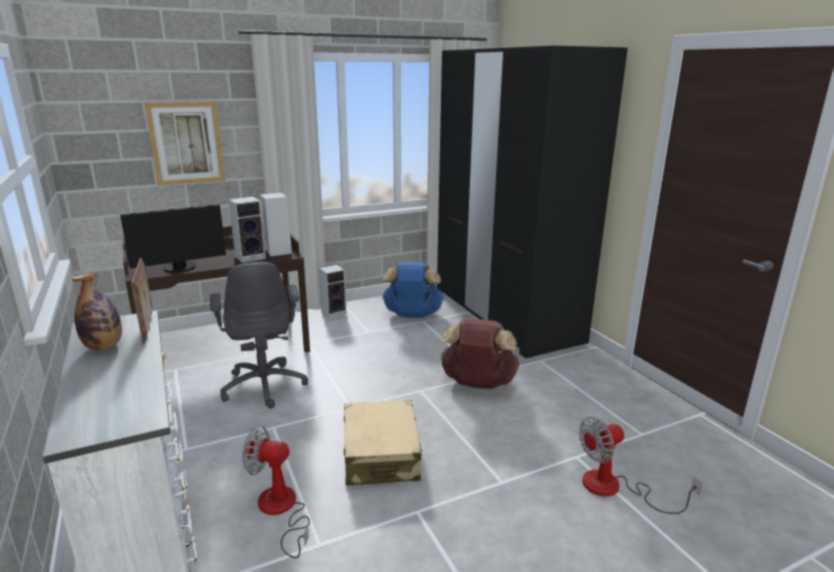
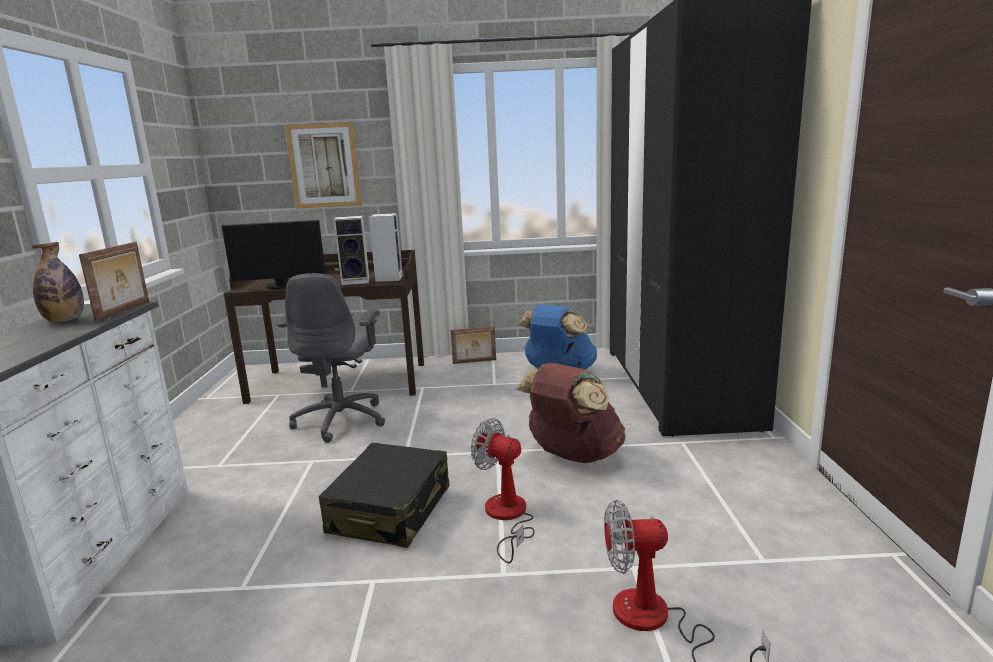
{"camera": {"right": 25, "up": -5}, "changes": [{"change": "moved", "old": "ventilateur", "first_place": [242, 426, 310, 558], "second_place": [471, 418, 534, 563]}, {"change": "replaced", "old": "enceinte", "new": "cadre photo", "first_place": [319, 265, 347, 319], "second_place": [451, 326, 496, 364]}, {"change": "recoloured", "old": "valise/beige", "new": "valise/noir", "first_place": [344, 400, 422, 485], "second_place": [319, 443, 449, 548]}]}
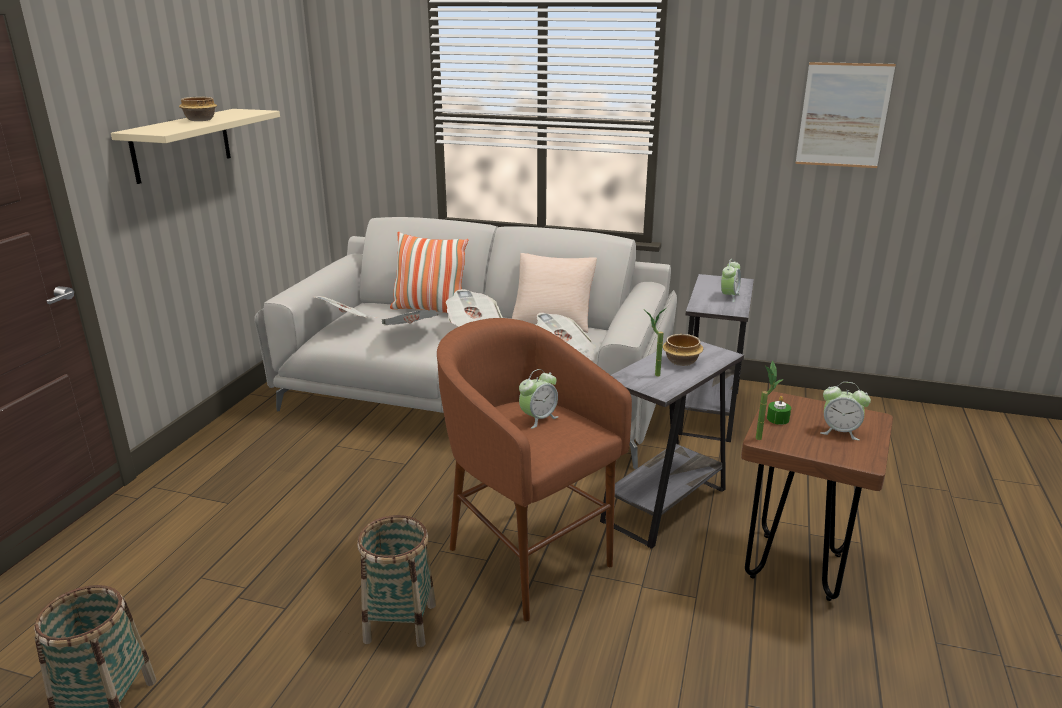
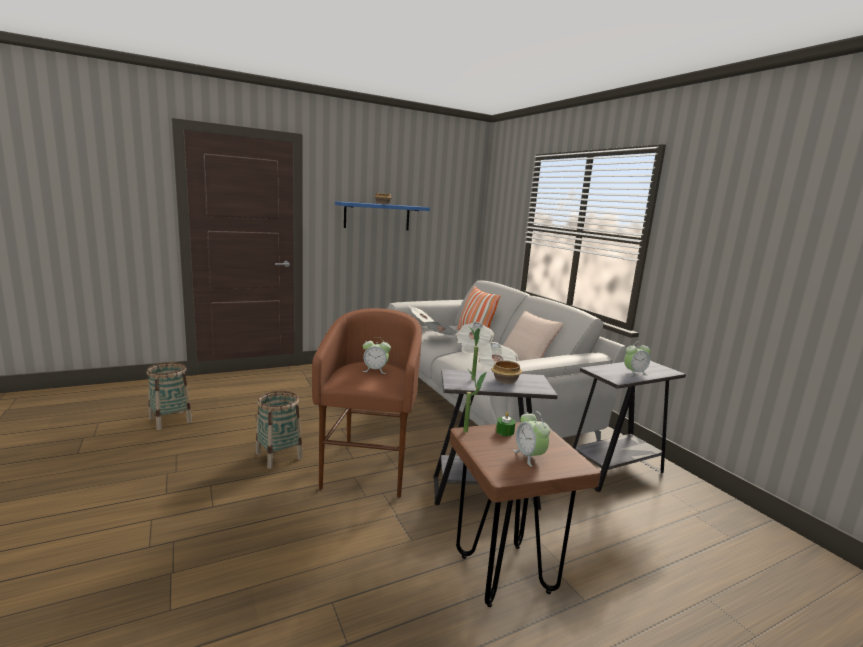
{"camera": {"right": 45, "up": -10}, "changes": [{"change": "removed", "old": "tableau", "first_place": [795, 62, 896, 168]}, {"change": "recoloured", "old": "étagère/beige", "new": "étagère/bleu", "first_place": [111, 109, 280, 184], "second_place": [335, 201, 430, 230]}]}
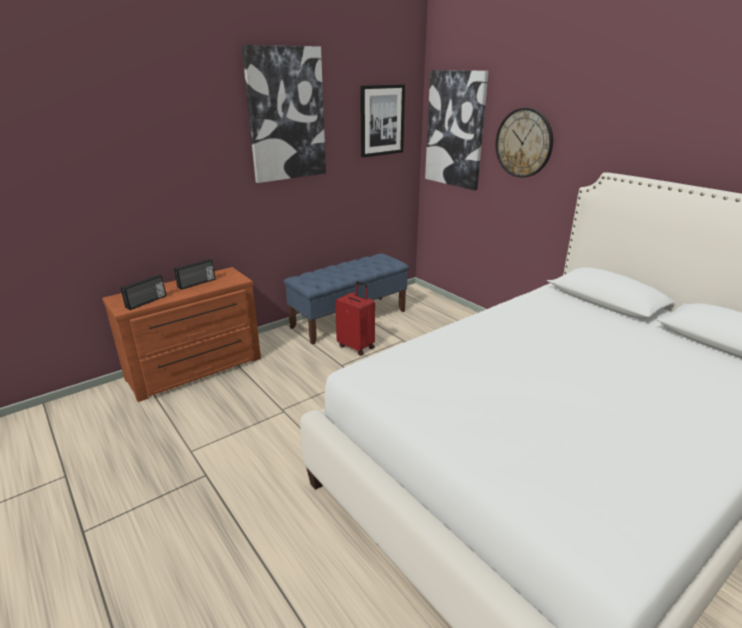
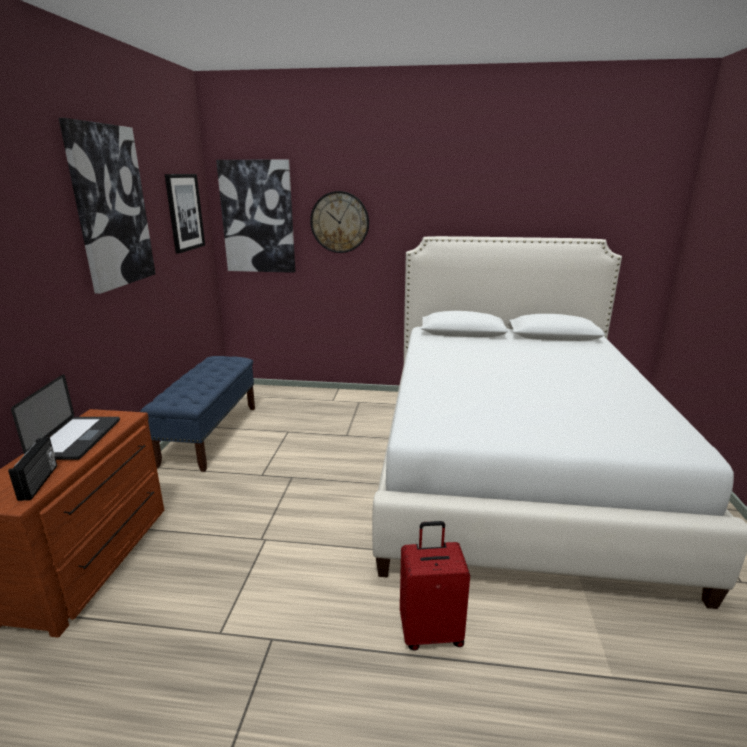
{"camera": {"right": -45, "up": -5}, "changes": [{"change": "moved", "old": "valise/rouge", "first_place": [335, 281, 375, 356], "second_place": [400, 521, 470, 651]}, {"change": "replaced", "old": "radio", "new": "ordinateur portable", "first_place": [174, 259, 215, 290], "second_place": [11, 374, 120, 460]}]}
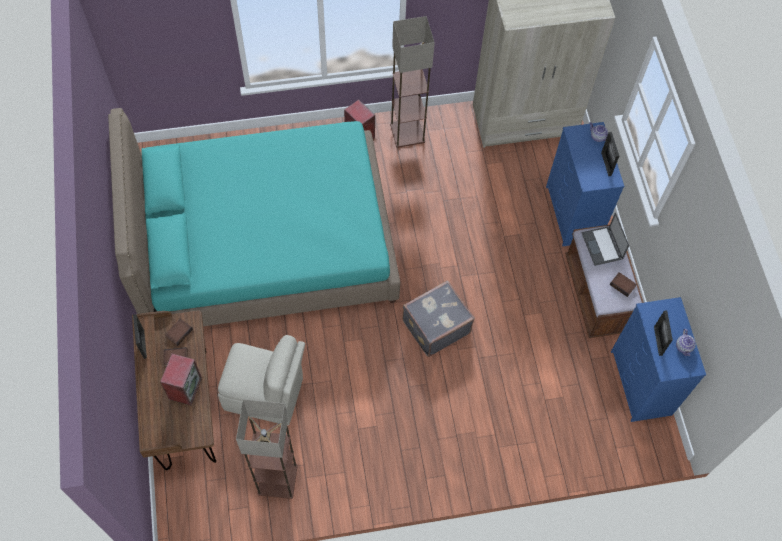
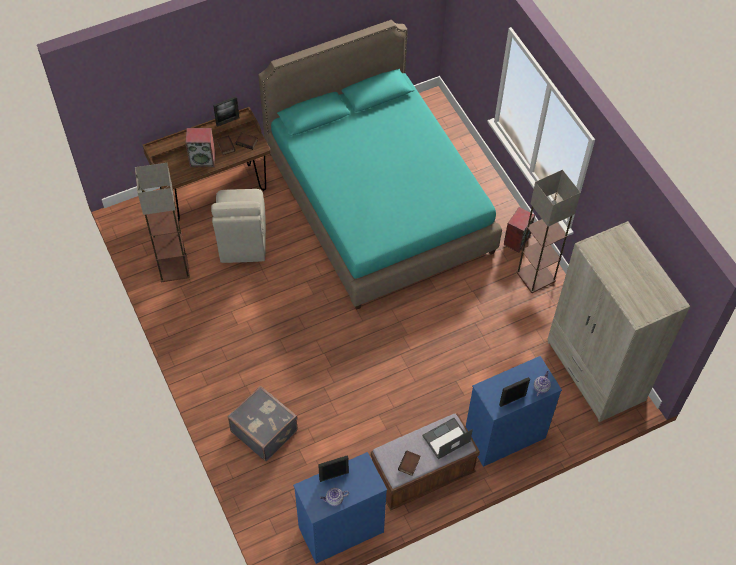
{"camera": {"right": 75, "up": -5}, "changes": [{"change": "moved", "old": "valise/gris", "first_place": [403, 280, 475, 357], "second_place": [228, 385, 298, 461]}]}
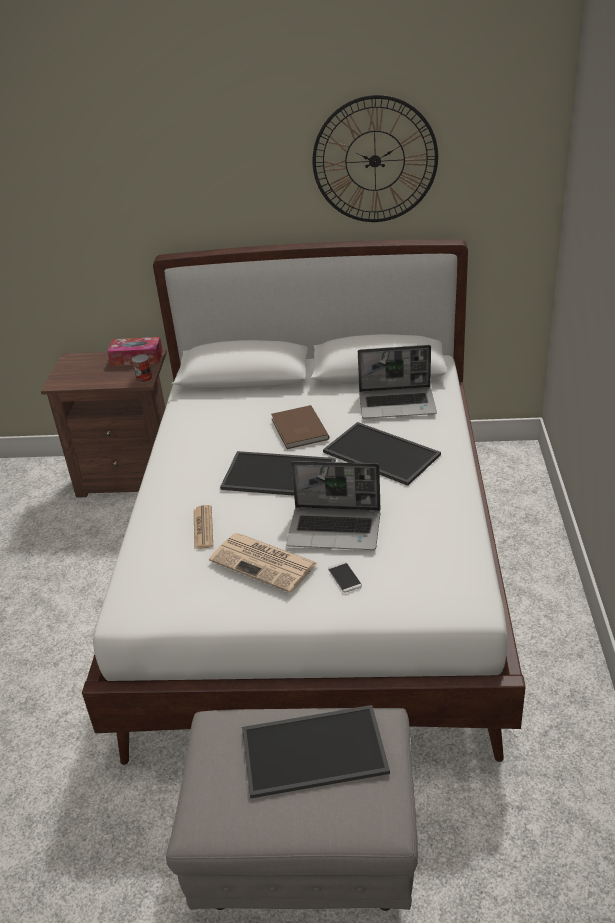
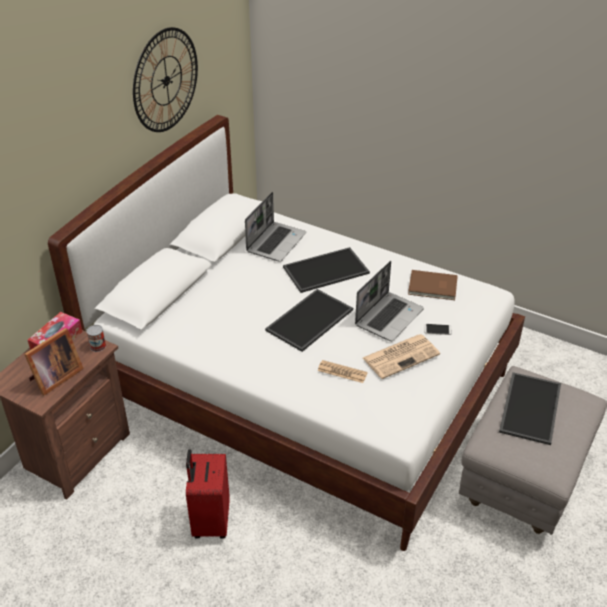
{"camera": {"right": -65, "up": 5}, "changes": [{"change": "added", "new": "cadre photo", "second_place": [24, 328, 84, 395]}, {"change": "added", "new": "valise/rouge", "second_place": [186, 449, 230, 539]}, {"change": "moved", "old": "livre/marron", "first_place": [271, 405, 329, 449], "second_place": [408, 270, 458, 300]}]}
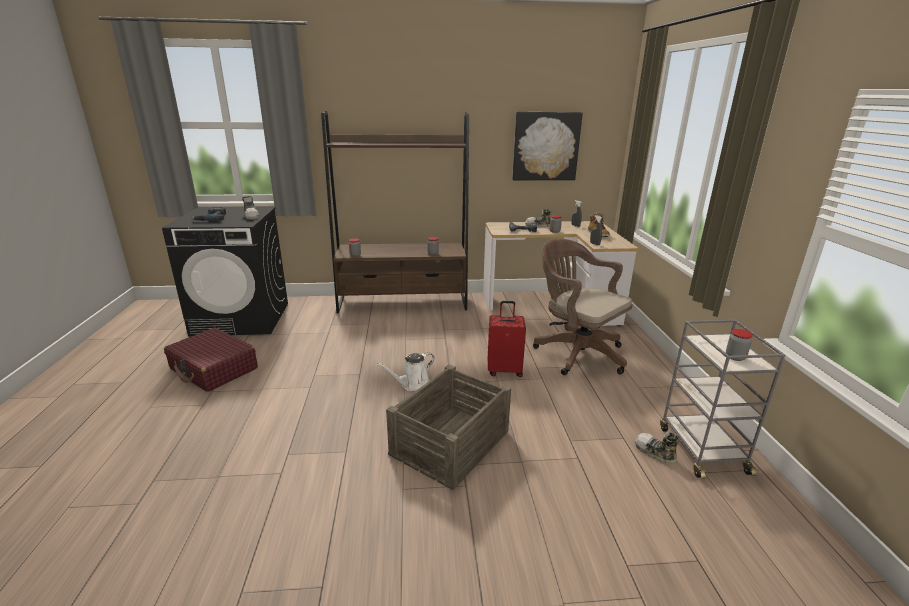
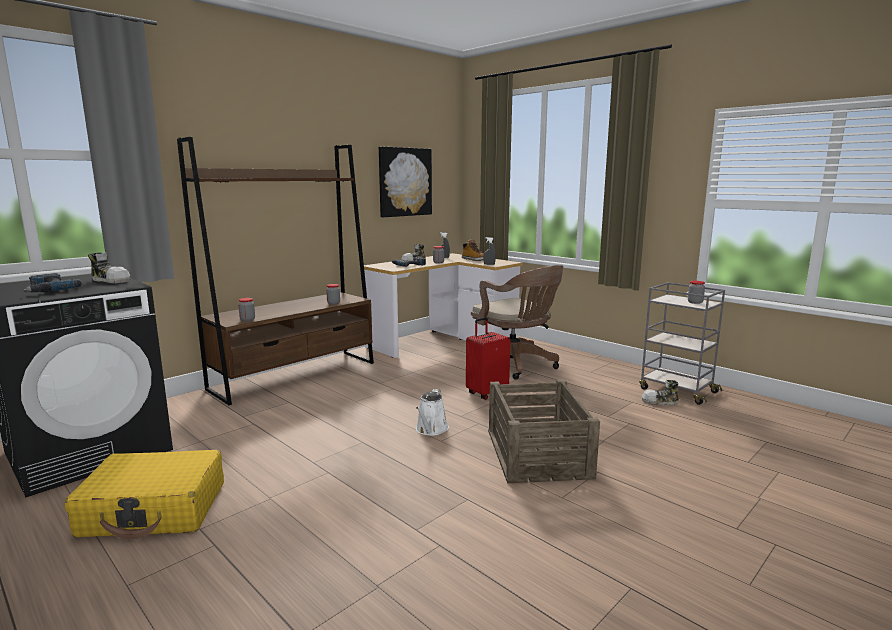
{"camera": {"right": -40, "up": -10}, "changes": [{"change": "recoloured", "old": "valise/rouge", "new": "valise/jaune", "first_place": [164, 328, 258, 392], "second_place": [65, 450, 224, 539]}, {"change": "turned", "old": "chaise de bureau/marron", "first_place": [533, 239, 633, 375], "second_place": [471, 265, 563, 380], "degrees": -135}]}
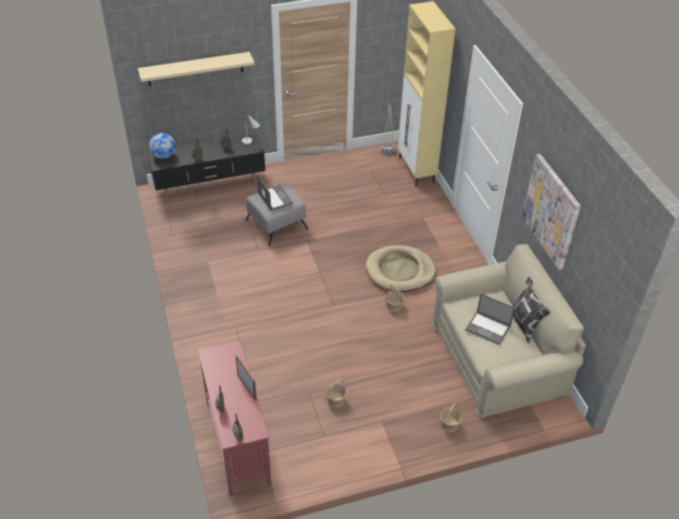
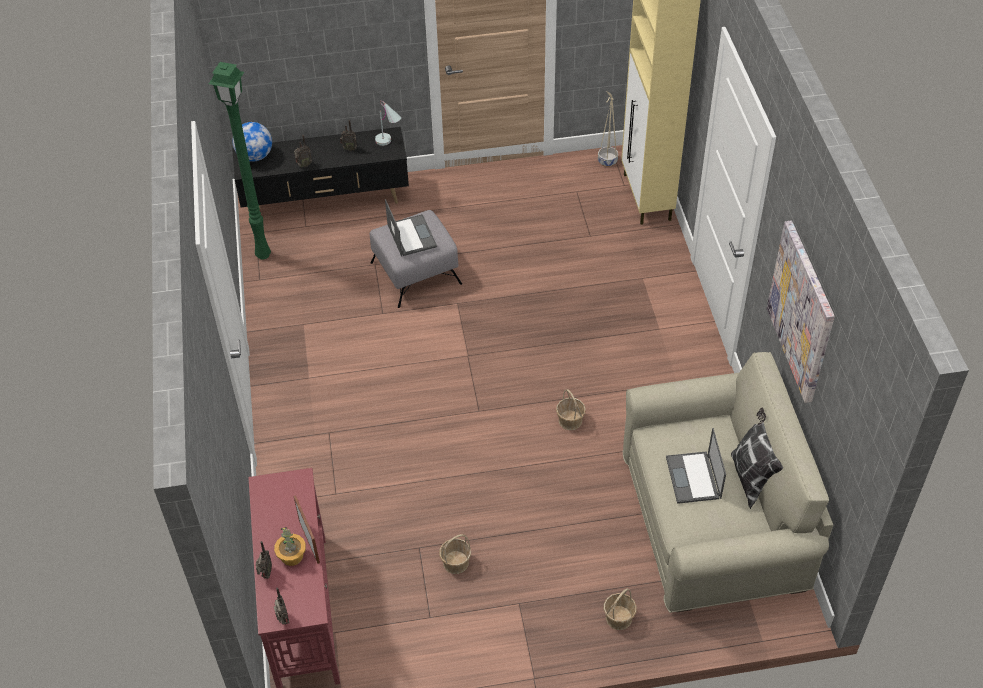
{"camera": {"right": 10, "up": 5}, "changes": [{"change": "removed", "old": "étagère/beige", "first_place": [138, 52, 255, 86]}, {"change": "removed", "old": "panier pour chien/beige", "first_place": [366, 245, 435, 292]}, {"change": "added", "new": "lampadaire/vert", "second_place": [209, 62, 271, 259]}, {"change": "added", "new": "plante en pot", "second_place": [274, 527, 306, 566]}, {"change": "turned", "old": "ordinateur portable", "first_place": [465, 294, 515, 345], "second_place": [666, 428, 726, 504], "degrees": 45}]}
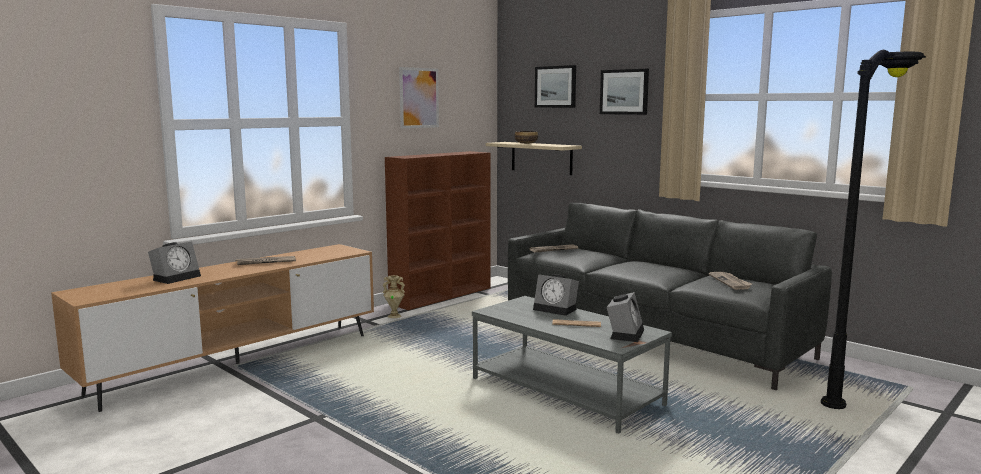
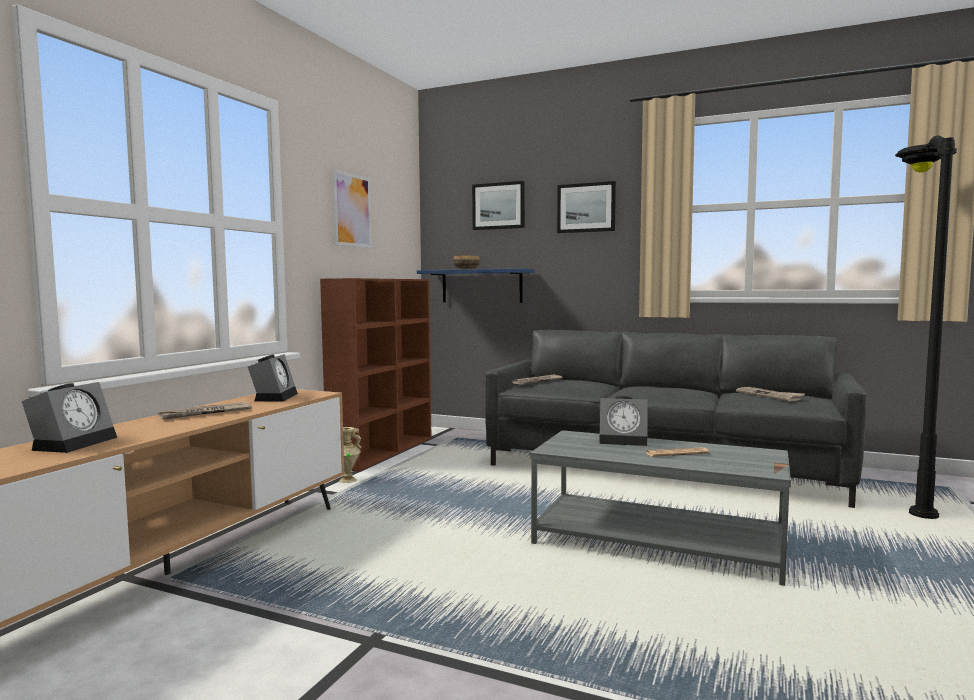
{"camera": {"right": -20, "up": -5}, "changes": [{"change": "moved", "old": "réveil", "first_place": [607, 292, 644, 342], "second_place": [248, 354, 298, 402]}, {"change": "recoloured", "old": "étagère/beige", "new": "étagère/bleu", "first_place": [486, 142, 582, 175], "second_place": [417, 268, 534, 303]}]}
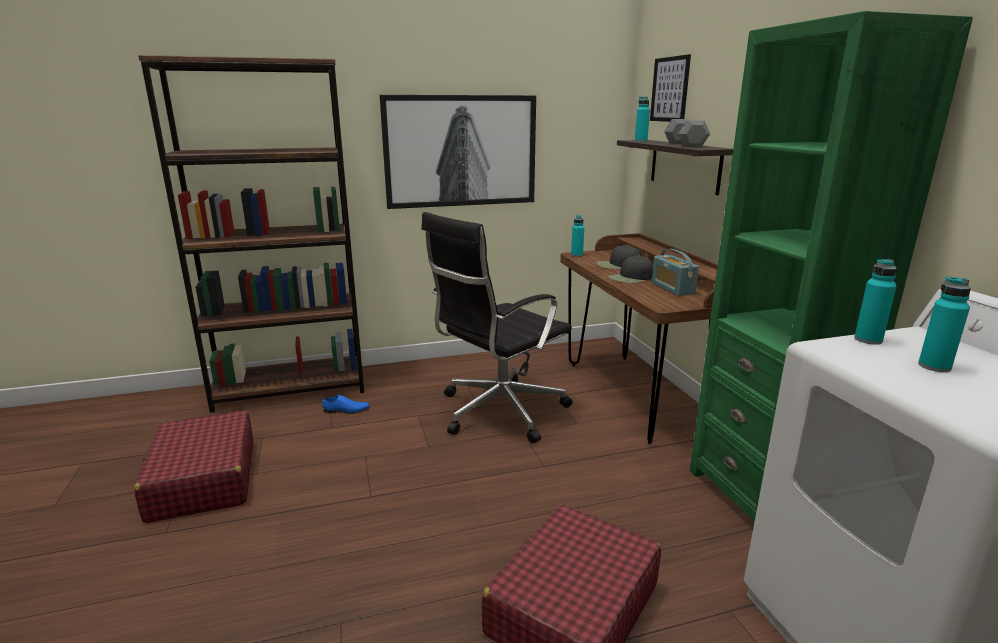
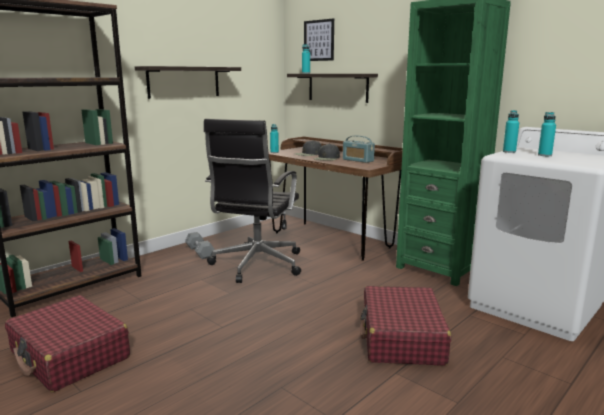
{"camera": {"right": -30, "up": -5}, "changes": [{"change": "removed", "old": "chaussure/bleu", "first_place": [322, 394, 370, 414]}, {"change": "moved", "old": "haltère/gris", "first_place": [664, 119, 710, 147], "second_place": [185, 232, 215, 259]}, {"change": "replaced", "old": "tableau", "new": "étagère", "first_place": [380, 95, 536, 209], "second_place": [135, 66, 241, 99]}]}
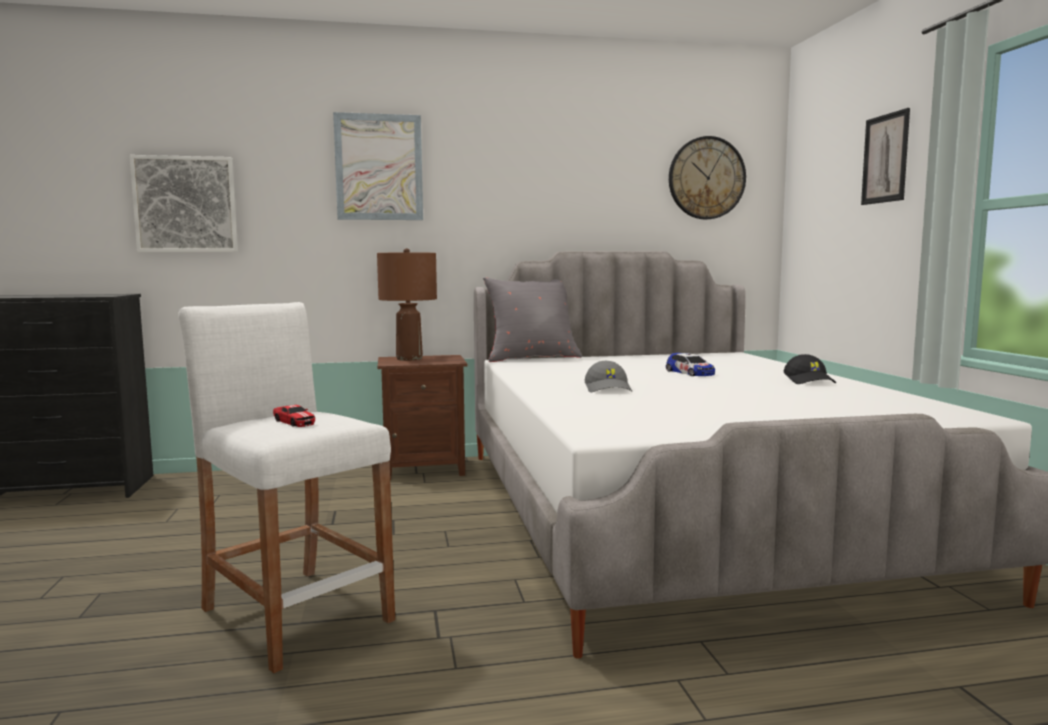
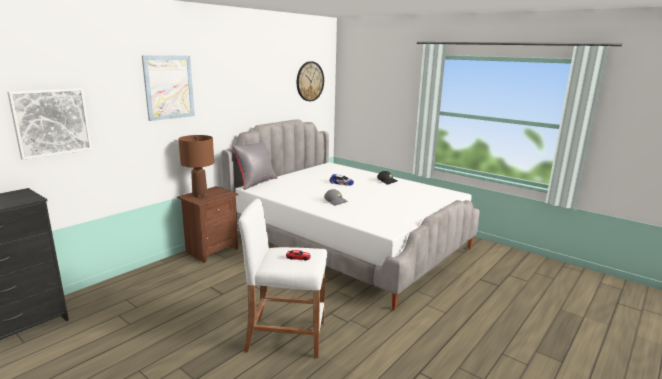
{"camera": {"right": -40, "up": 10}, "changes": [{"change": "removed", "old": "tableau", "first_place": [861, 108, 910, 205]}]}
